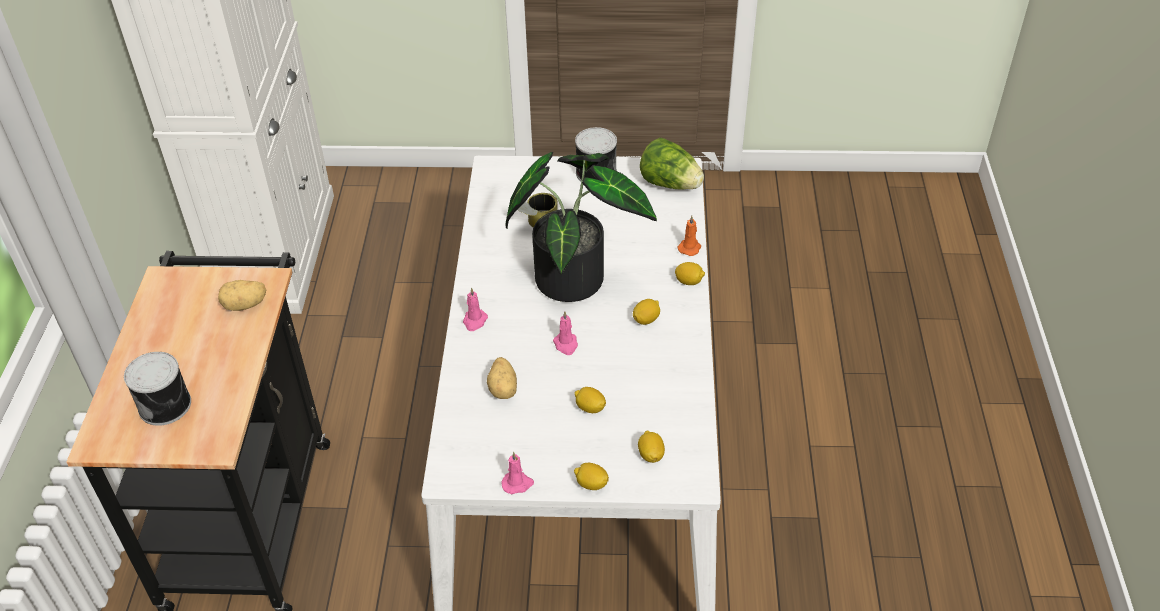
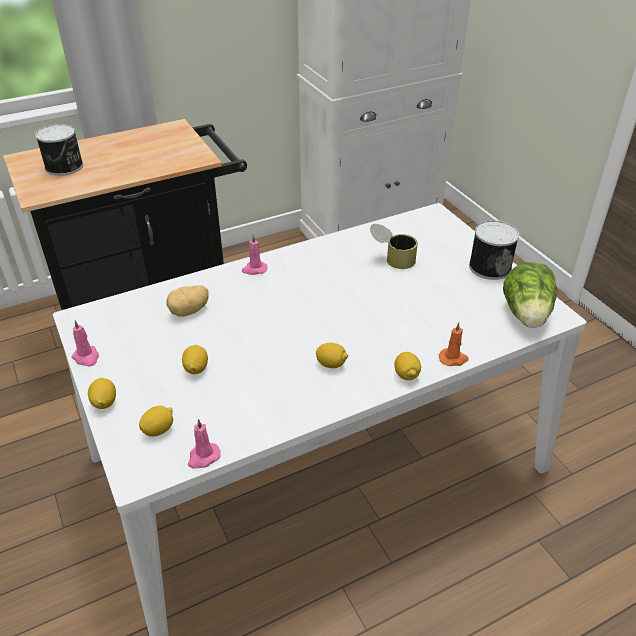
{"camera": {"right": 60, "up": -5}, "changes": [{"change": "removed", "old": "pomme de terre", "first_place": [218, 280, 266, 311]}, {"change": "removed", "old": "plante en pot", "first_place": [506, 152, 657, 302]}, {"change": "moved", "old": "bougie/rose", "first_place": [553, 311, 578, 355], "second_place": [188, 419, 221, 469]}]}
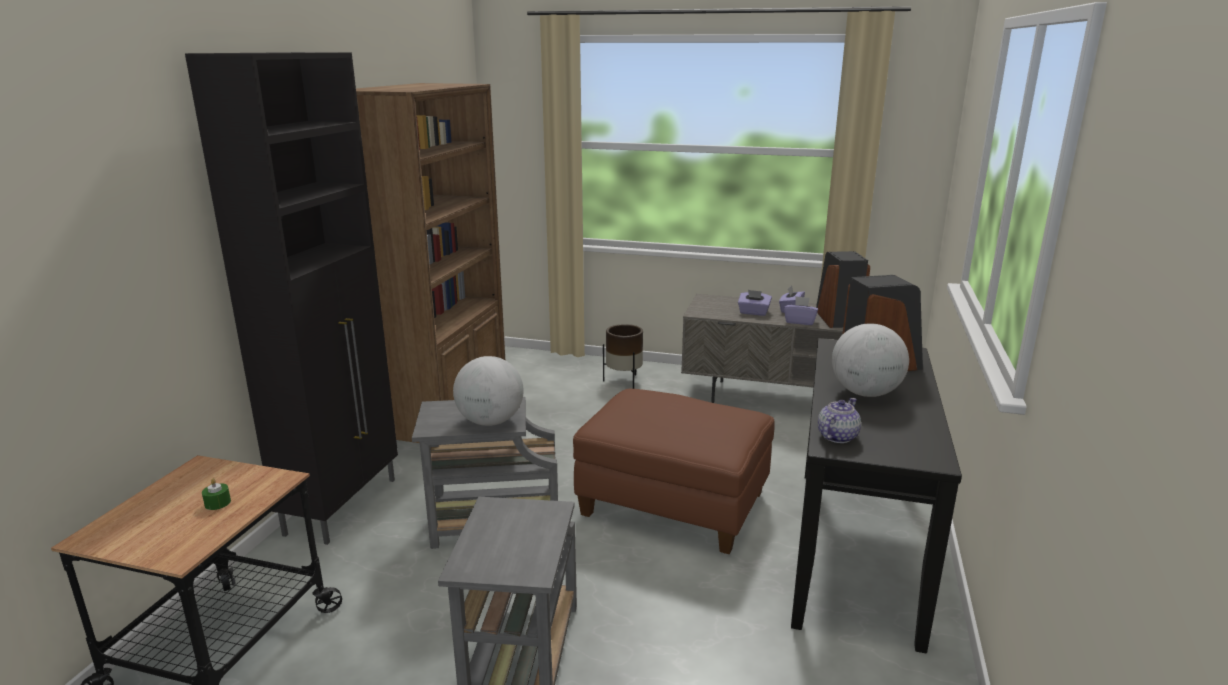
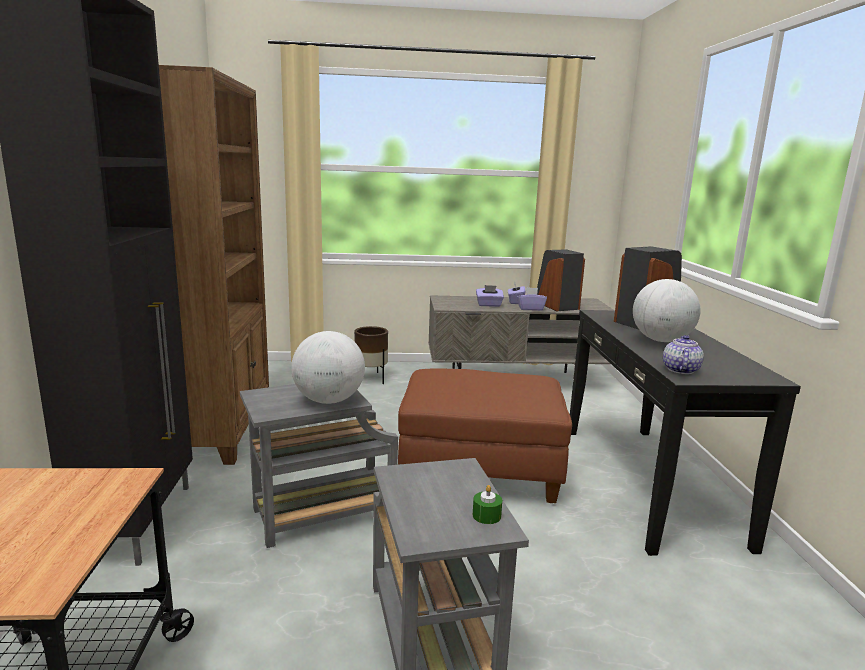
{"camera": {"right": -20, "up": -5}, "changes": [{"change": "moved", "old": "bougie/vert", "first_place": [202, 478, 231, 510], "second_place": [473, 485, 502, 524]}]}
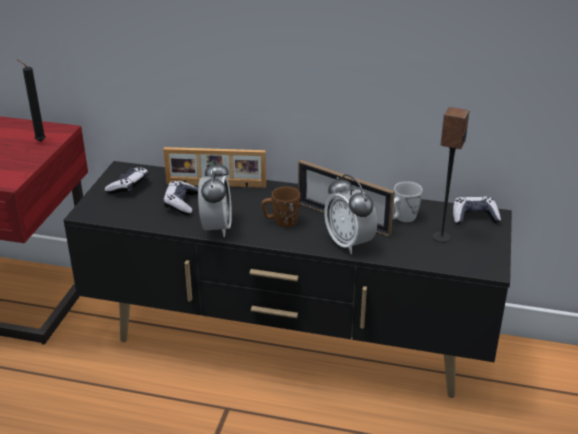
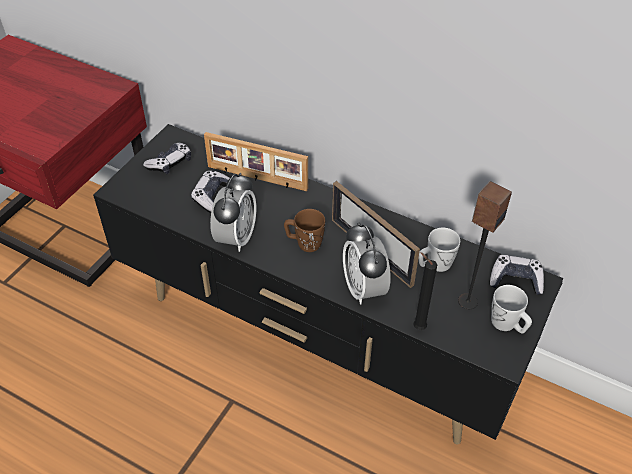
{"camera": {"right": 15, "up": 15}, "changes": [{"change": "added", "new": "mug/blanc", "second_place": [491, 285, 532, 333]}, {"change": "moved", "old": "bougie/noir", "first_place": [17, 59, 46, 142], "second_place": [413, 252, 437, 330]}]}
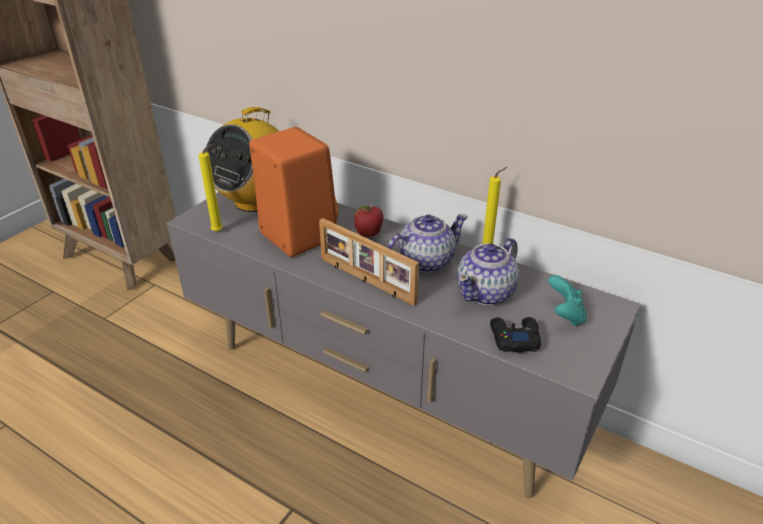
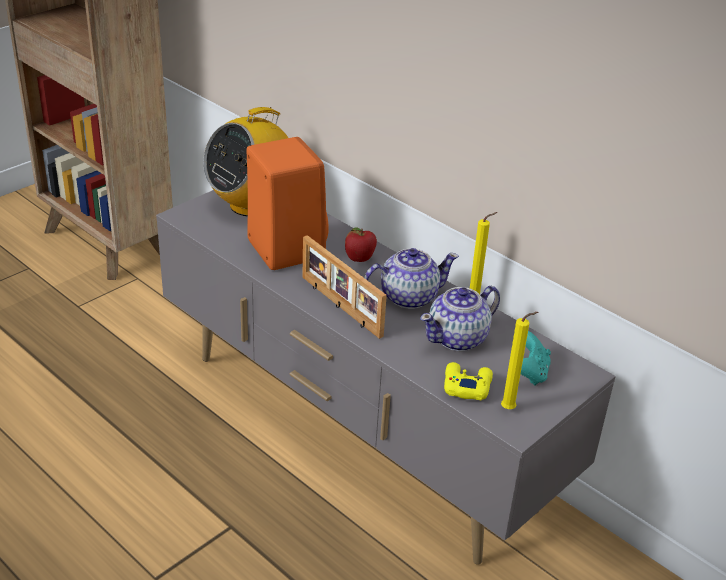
{"camera": {"right": 10, "up": 0}, "changes": [{"change": "moved", "old": "bougie/jaune", "first_place": [198, 144, 223, 232], "second_place": [501, 312, 538, 409]}, {"change": "recoloured", "old": "manette/noir", "new": "manette/jaune", "first_place": [490, 317, 541, 352], "second_place": [444, 362, 493, 400]}]}
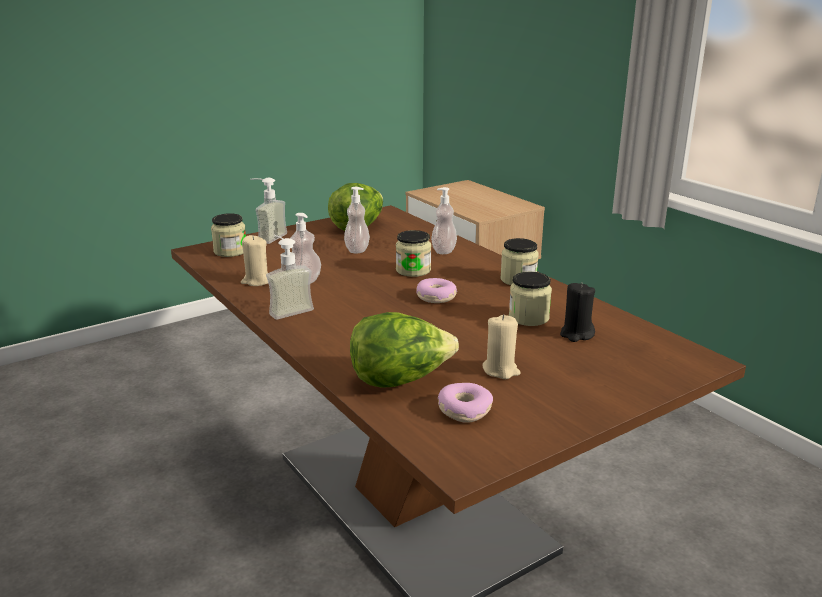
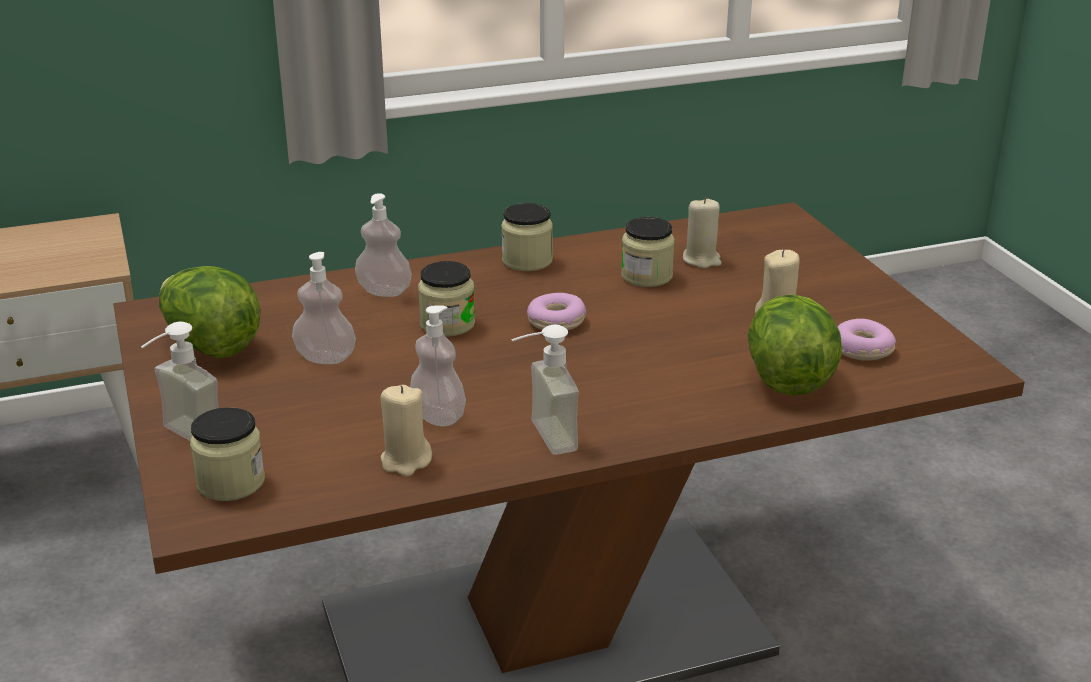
{"camera": {"right": -75, "up": 5}, "changes": [{"change": "recoloured", "old": "bougie/noir", "new": "bougie/beige", "first_place": [560, 282, 595, 342], "second_place": [683, 197, 722, 268]}]}
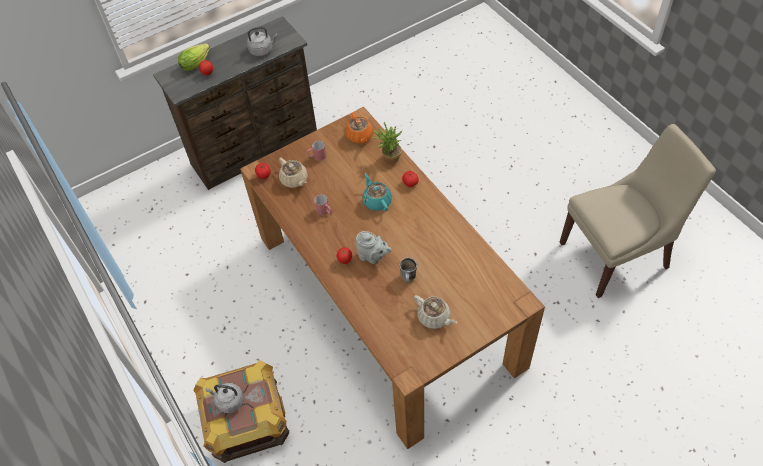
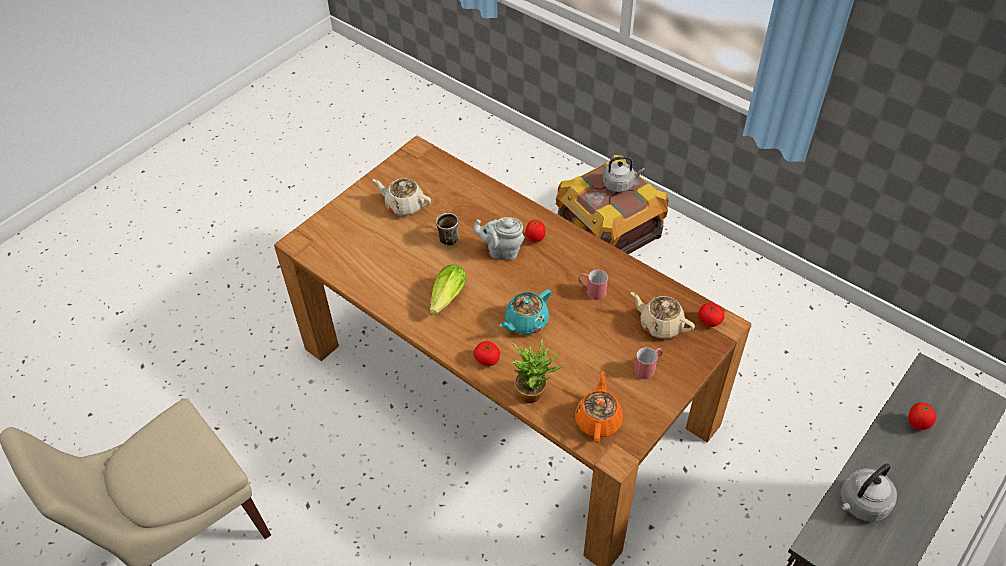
{"camera": {"right": 160, "up": -5}, "changes": [{"change": "moved", "old": "laitue", "first_place": [178, 43, 210, 71], "second_place": [430, 264, 466, 315]}, {"change": "turned", "old": "théière/orange", "first_place": [345, 112, 373, 143], "second_place": [575, 371, 623, 443], "degrees": 45}, {"change": "turned", "old": "théière/turquoise", "first_place": [362, 173, 392, 211], "second_place": [500, 289, 551, 335], "degrees": 90}]}
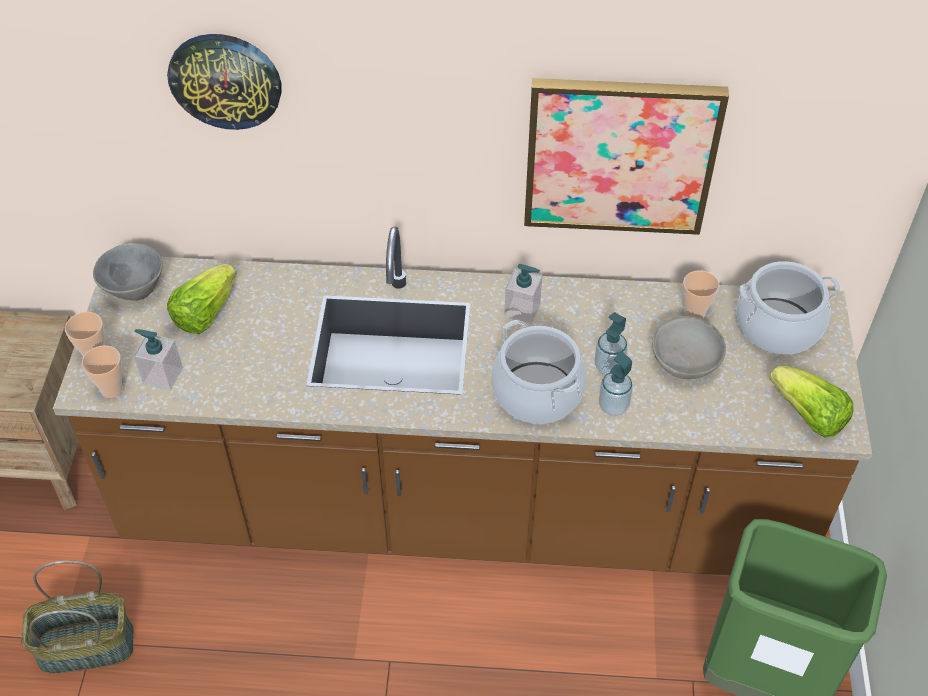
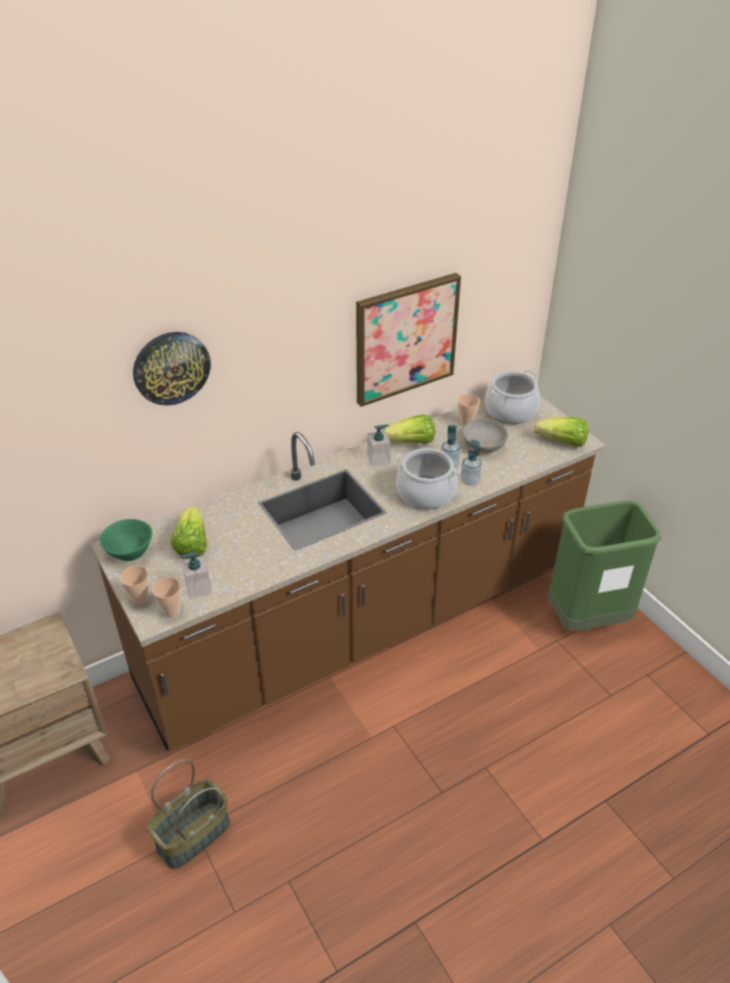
{"camera": {"right": -35, "up": -10}, "changes": [{"change": "added", "new": "laitue", "second_place": [383, 414, 435, 444]}, {"change": "recoloured", "old": "bol/gris", "new": "bol/vert", "first_place": [93, 243, 163, 301], "second_place": [100, 519, 153, 561]}]}
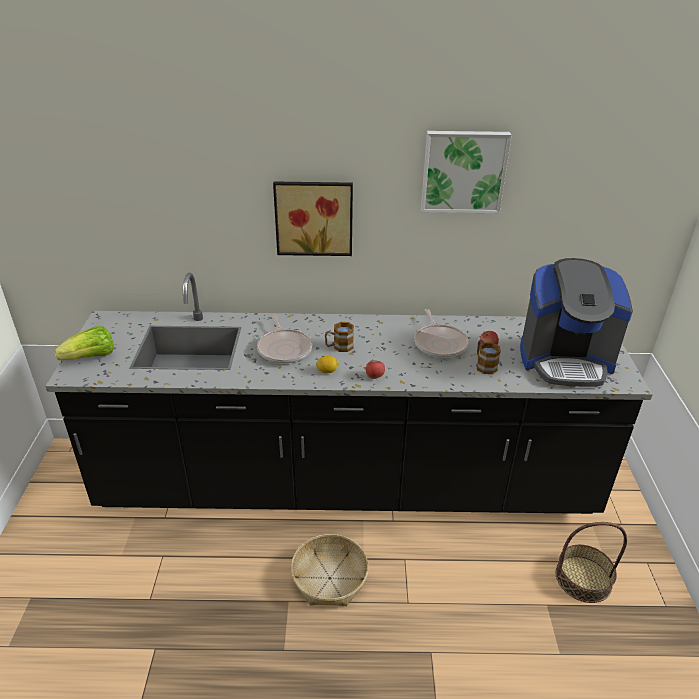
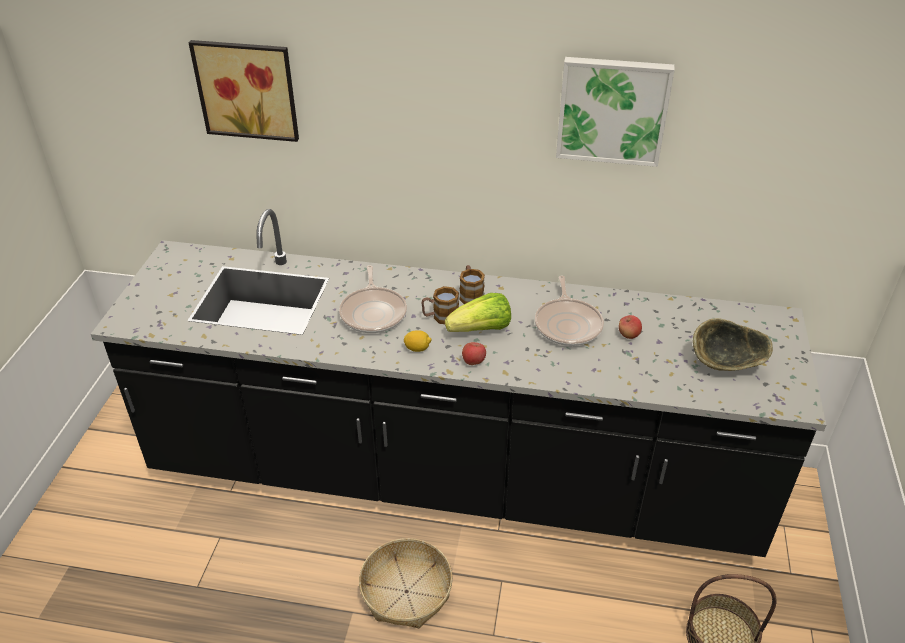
{"camera": {"right": 10, "up": 5}, "changes": [{"change": "moved", "old": "laitue", "first_place": [55, 326, 114, 360], "second_place": [445, 293, 511, 332]}, {"change": "moved", "old": "tableau", "first_place": [273, 182, 353, 256], "second_place": [189, 40, 299, 142]}, {"change": "moved", "old": "mug", "first_place": [476, 340, 501, 374], "second_place": [460, 265, 485, 304]}, {"change": "replaced", "old": "machine à café", "new": "bol", "first_place": [520, 258, 633, 387], "second_place": [693, 318, 773, 371]}]}
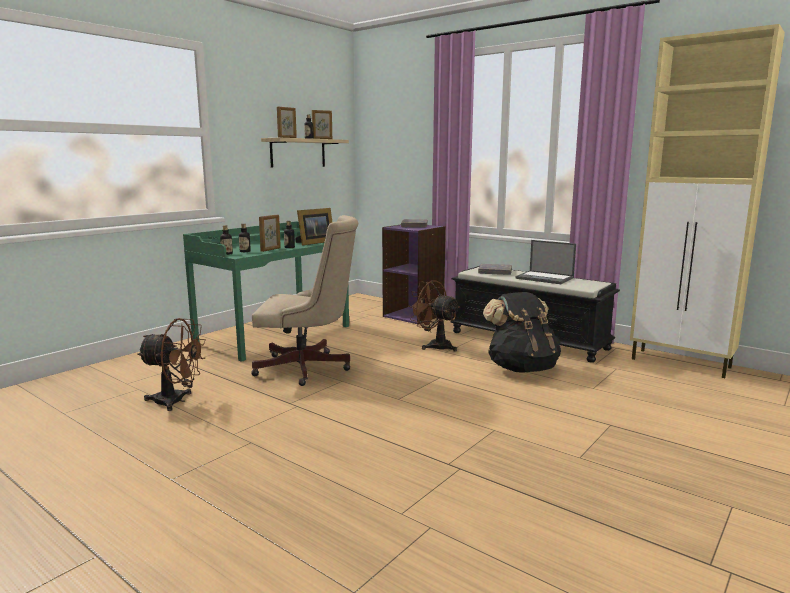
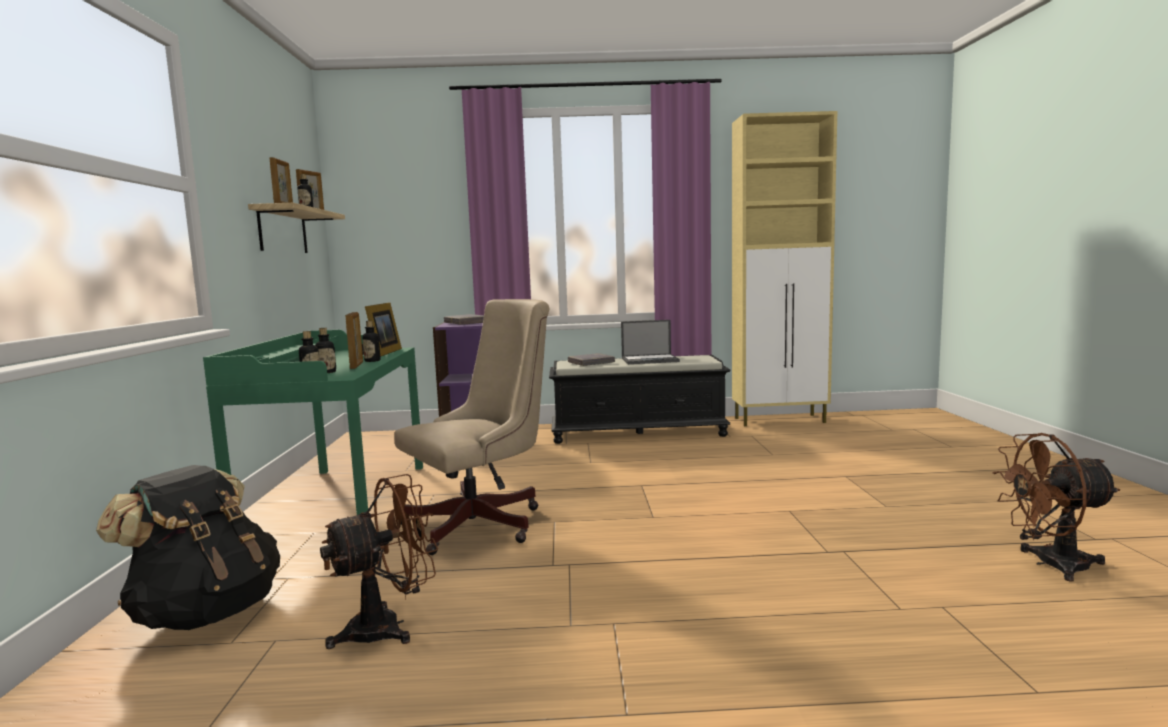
{"camera": {"right": -40, "up": -5}, "changes": [{"change": "moved", "old": "ventilateur/marron", "first_place": [408, 280, 460, 352], "second_place": [992, 433, 1120, 582]}, {"change": "moved", "old": "sac à dos/noir", "first_place": [483, 292, 561, 373], "second_place": [96, 465, 280, 630]}]}
